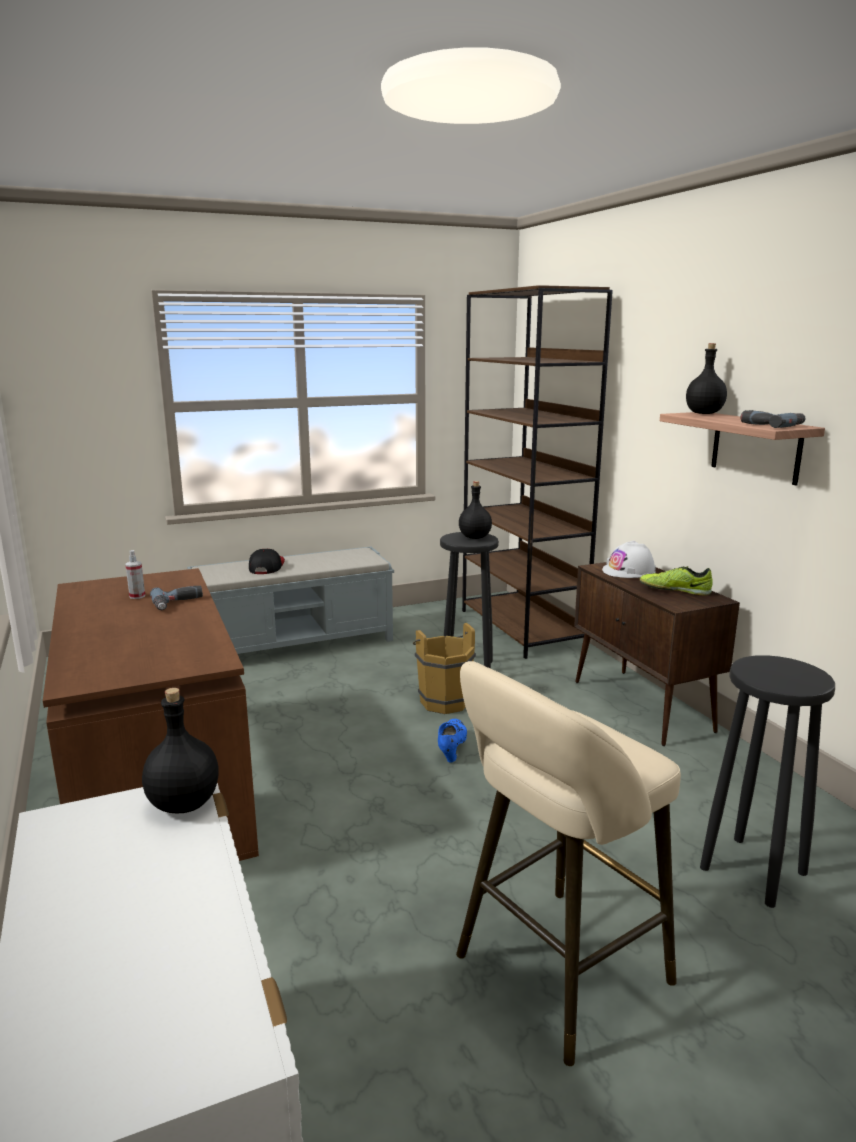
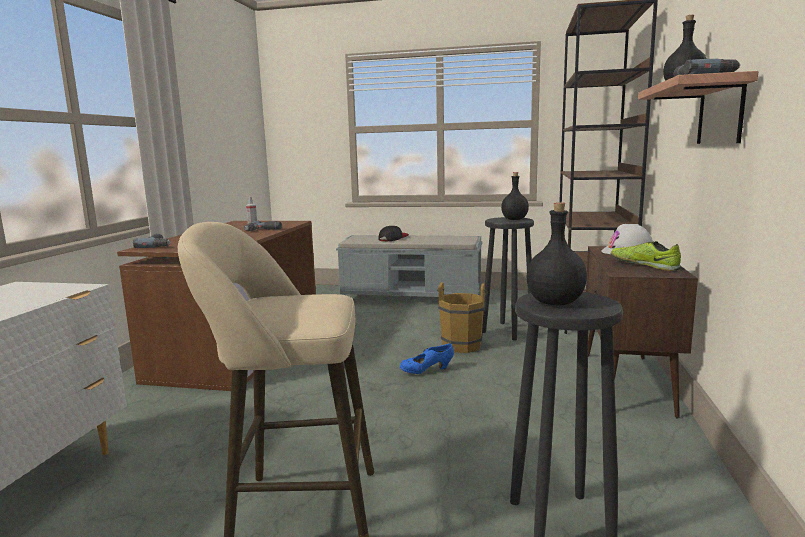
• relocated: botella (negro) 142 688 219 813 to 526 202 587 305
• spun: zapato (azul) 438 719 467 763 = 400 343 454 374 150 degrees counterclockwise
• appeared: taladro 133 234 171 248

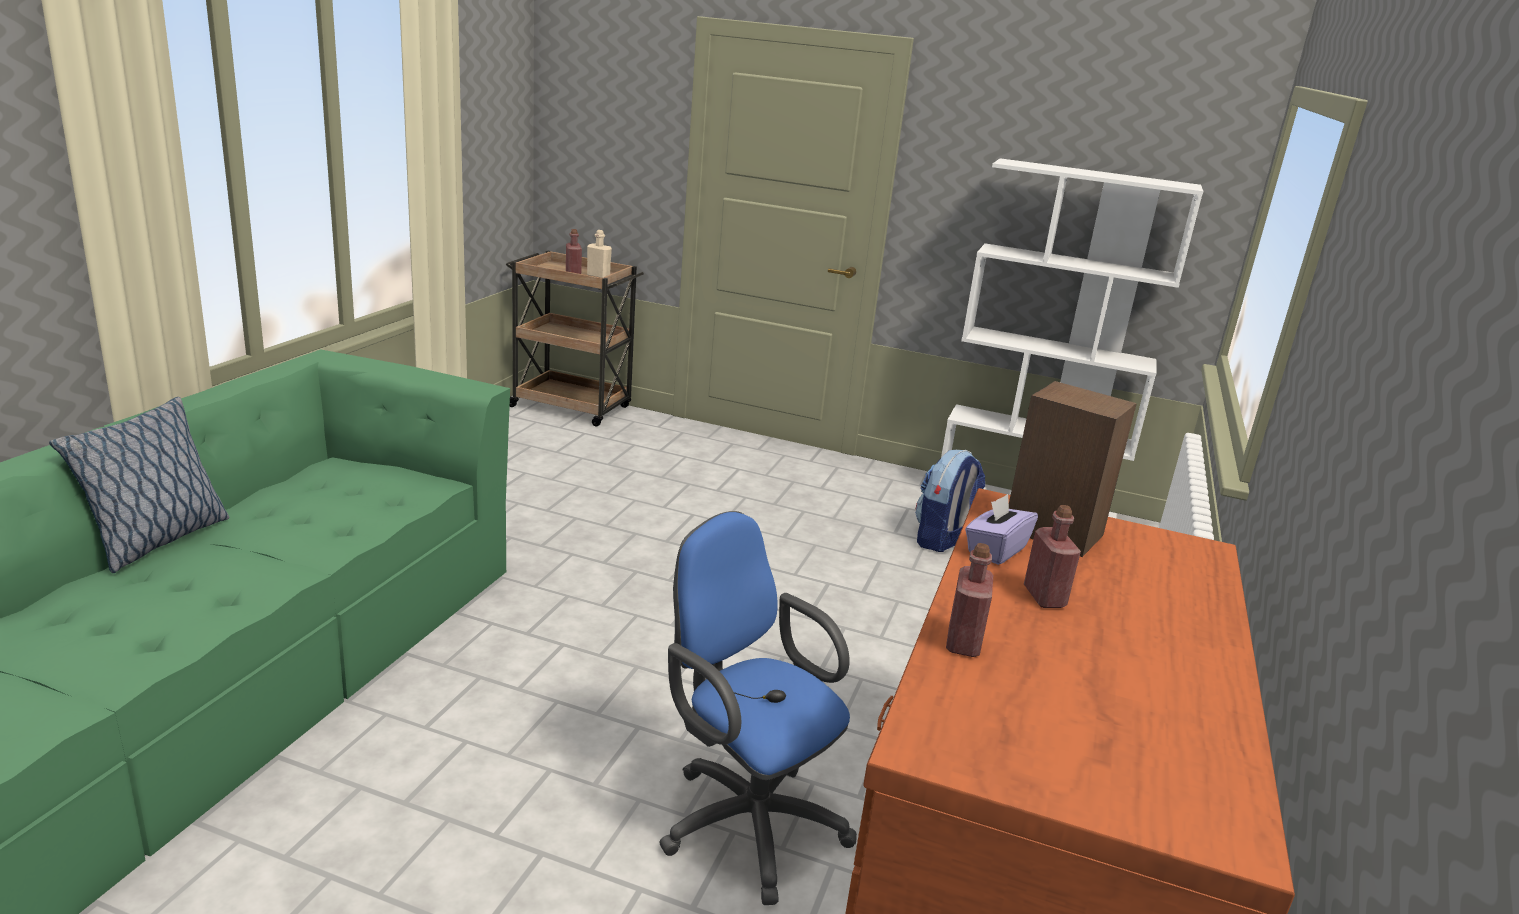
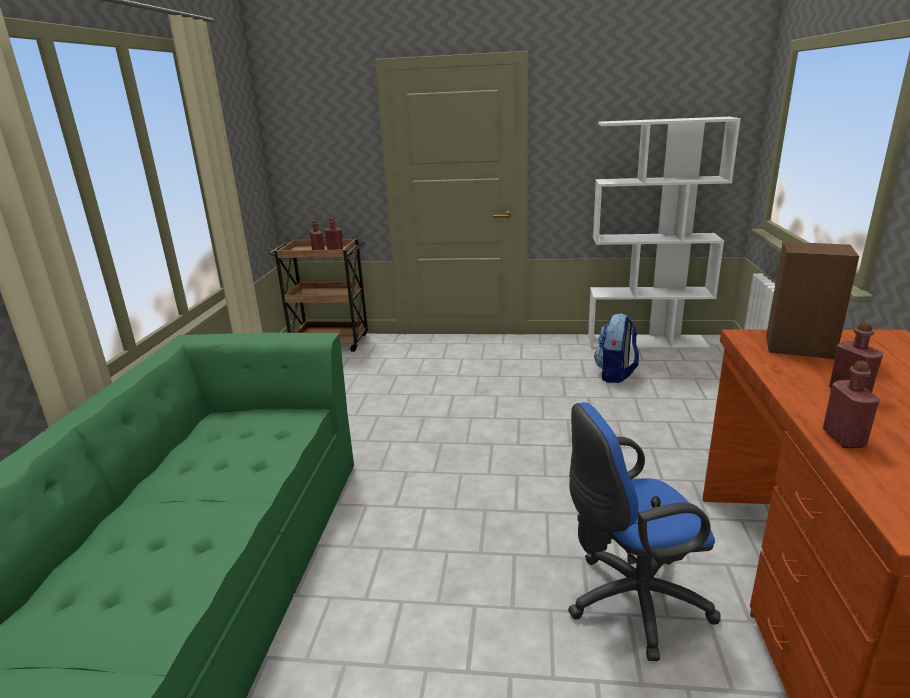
• missing: cojín 49 397 229 573
• colour: botella (beis) 587 230 612 278 to botella (rojo) 324 218 343 250
• spun: silla de oficina (azul) 659 511 857 905 = 568 402 721 661 45 degrees counterclockwise
• missing: caja de pañuelos (morado) 965 494 1038 565

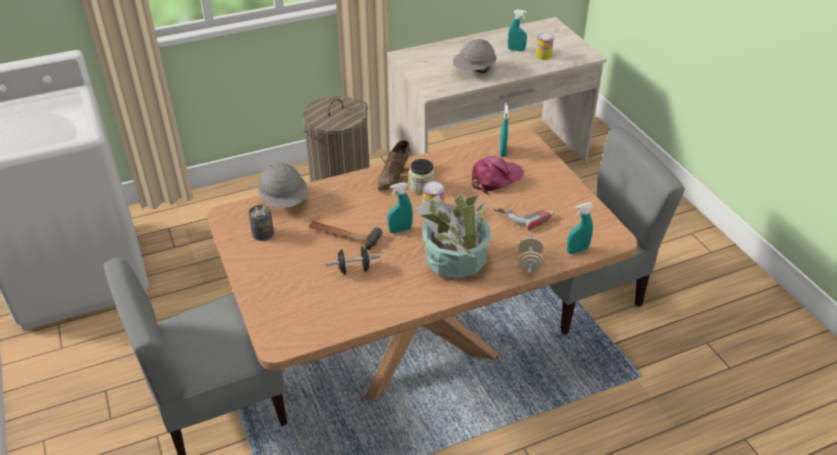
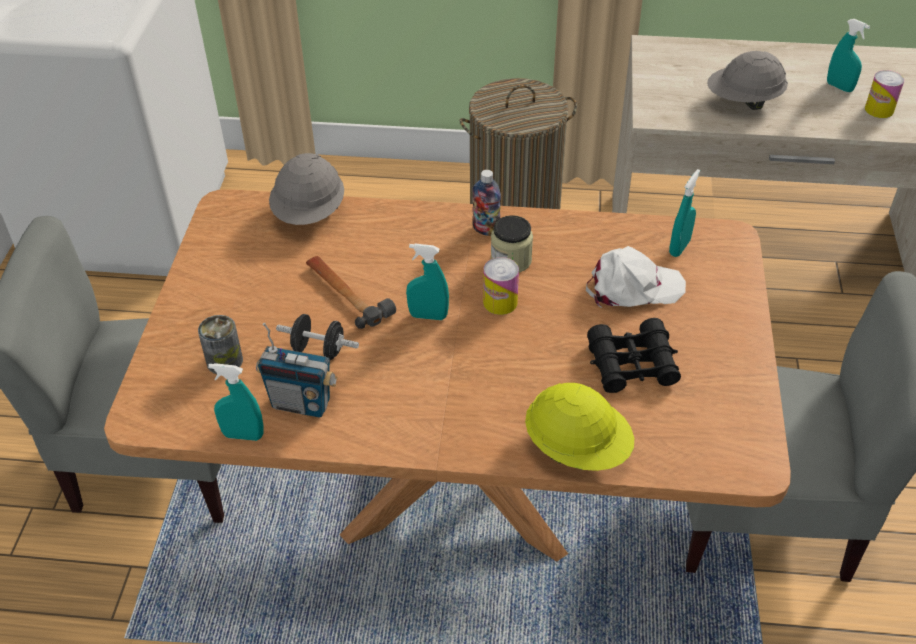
• relocated: lata 248 204 274 241 to 198 315 243 374
• exchanged: zapato (marrón) 378 140 411 190 to botella 472 170 501 236
• missing: planta en maceta 416 193 491 279
• colour: gorra (rosa) 472 156 524 194 to gorra (blanco) 586 246 686 308
• exchanged: taladro 493 208 555 230 to prismáticos (negro) 587 318 681 393
• exchanged: mancuerna (beis) 518 235 544 274 to casco (amarillo) 525 383 634 471
• relocated: pulverizador (turquesa) 567 202 593 254 to 208 363 263 441
• appeared: radio 256 323 338 418

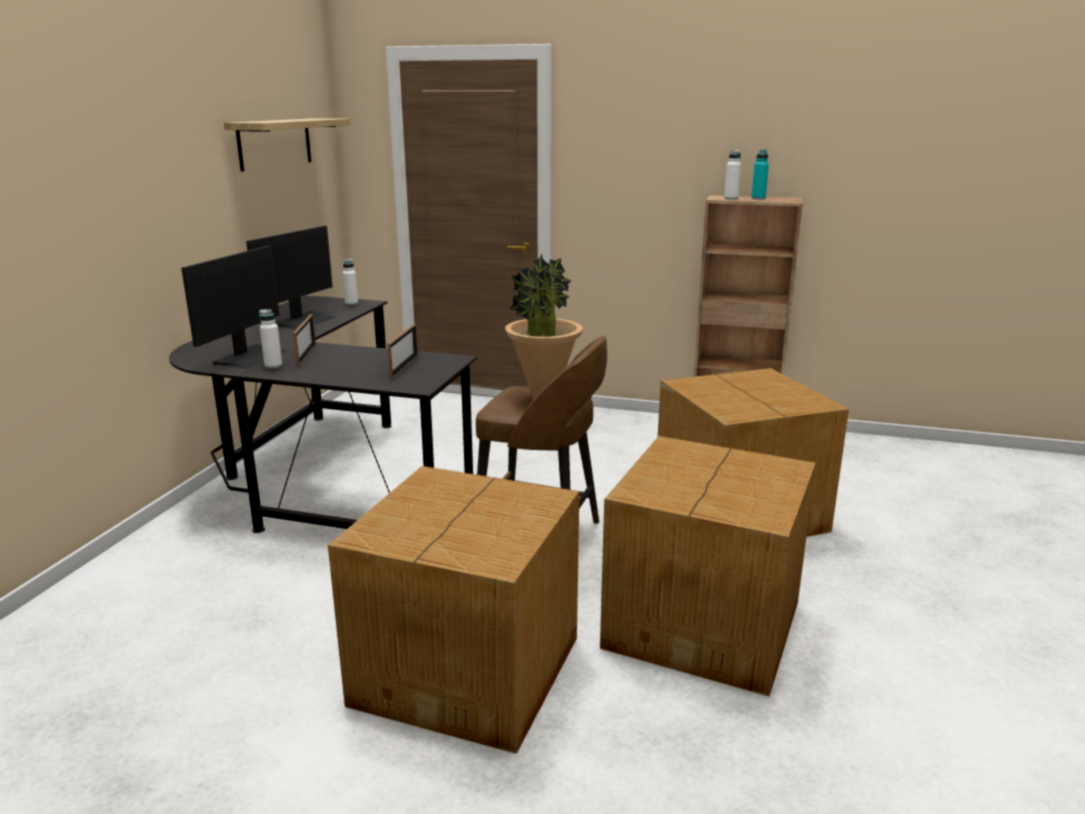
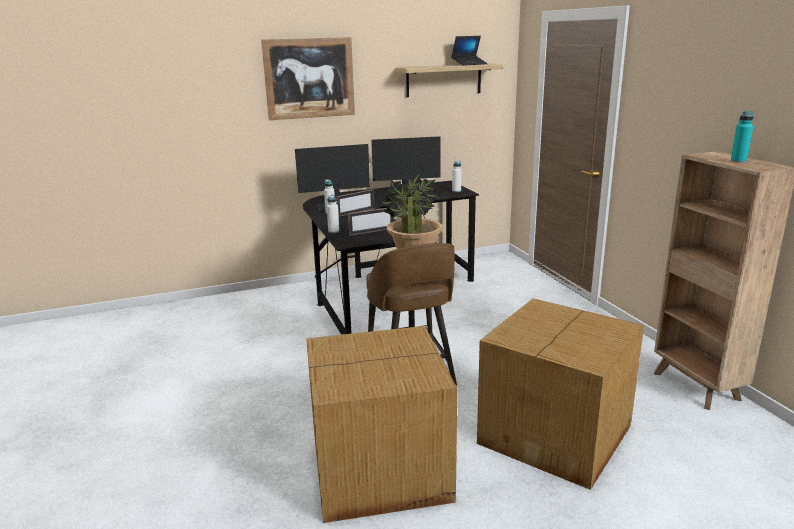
• missing: caja de cartón 328 466 579 754
• relocated: botella (blanco) 724 150 741 200 to 327 195 339 233
• appeared: cuadro 261 37 355 120
• appeared: portátil 451 36 488 66

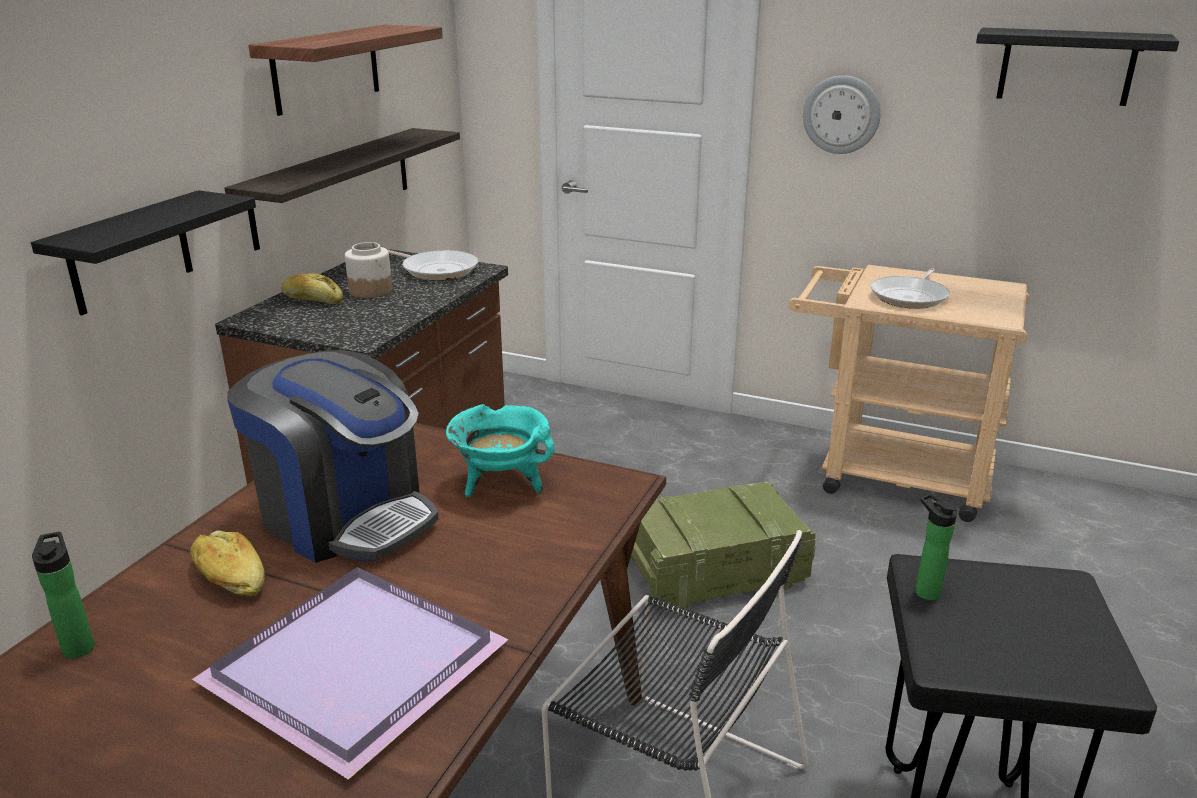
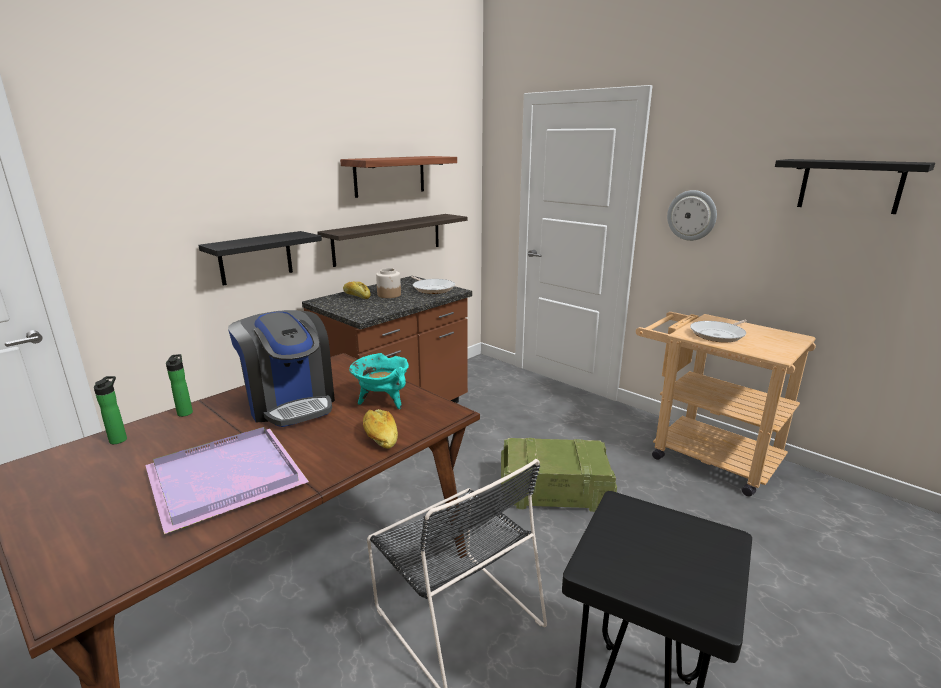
• relocated: pan 190 530 265 596 to 363 409 398 449
• relocated: botella 915 494 957 601 to 166 354 193 417

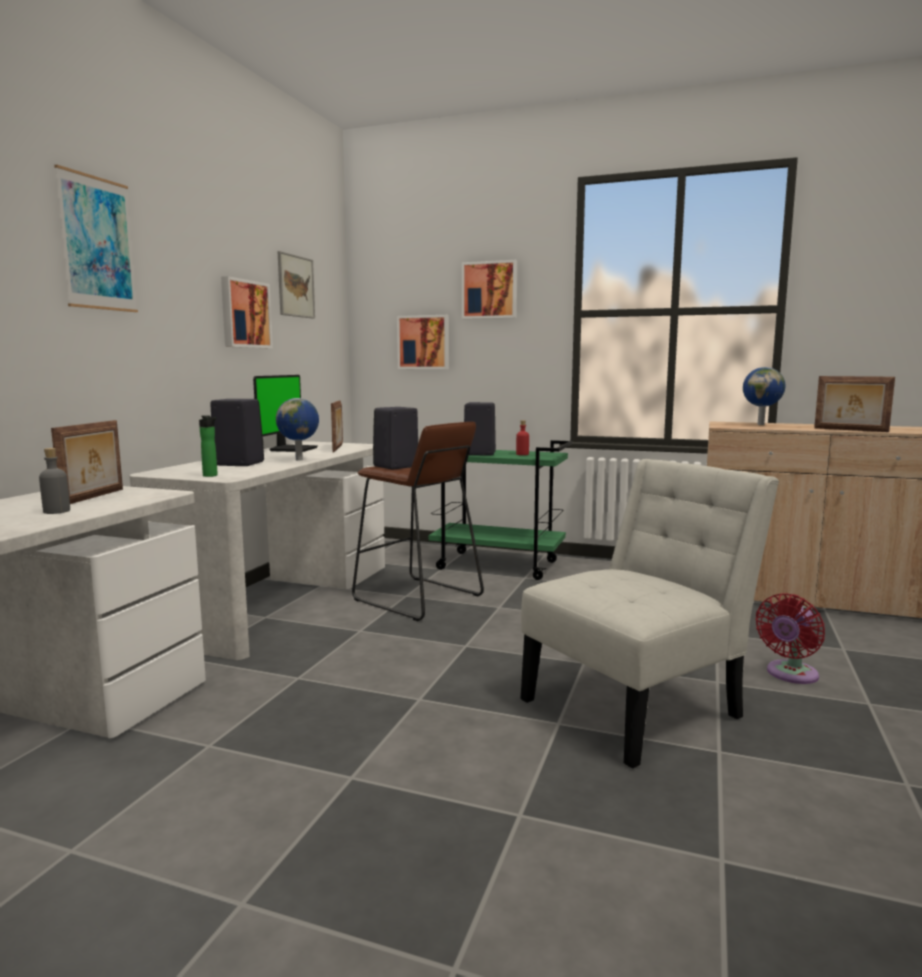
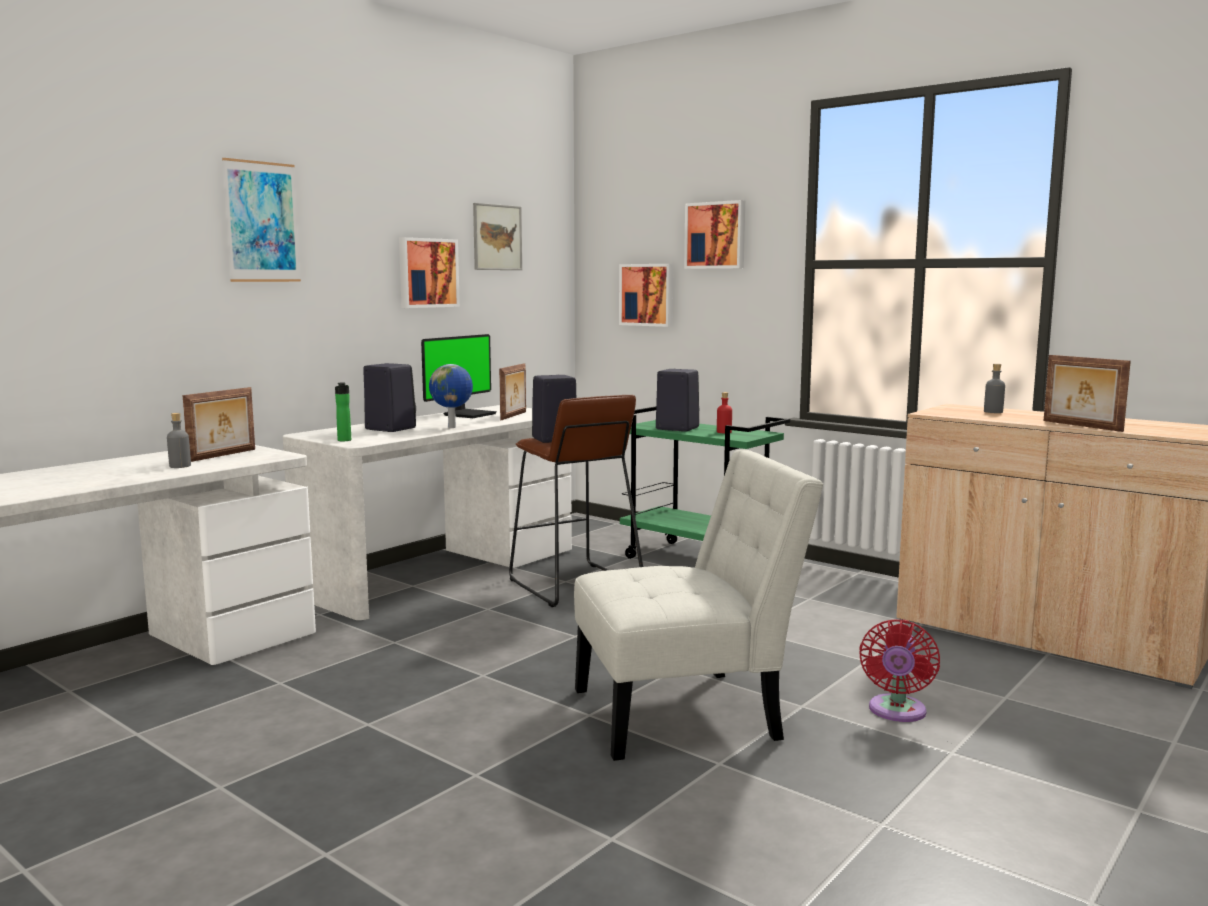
• exchanged: globo terráqueo 743 367 785 425 to botella (gris) 984 364 1005 413
• spun: ventilador (rojo) 755 594 825 684 = 859 620 940 722 45 degrees counterclockwise

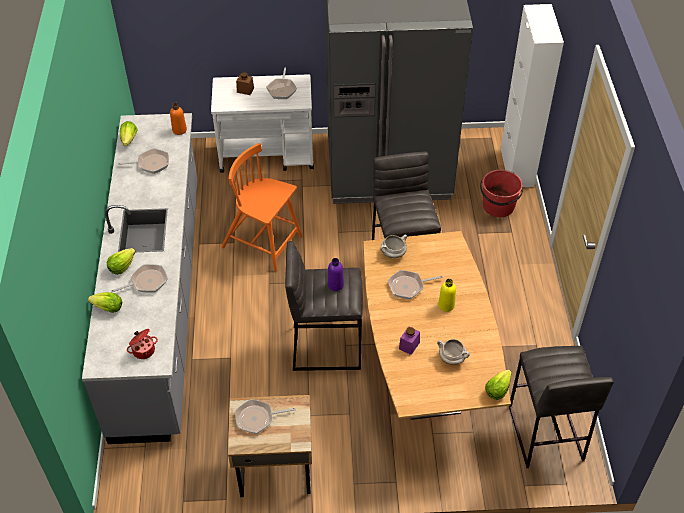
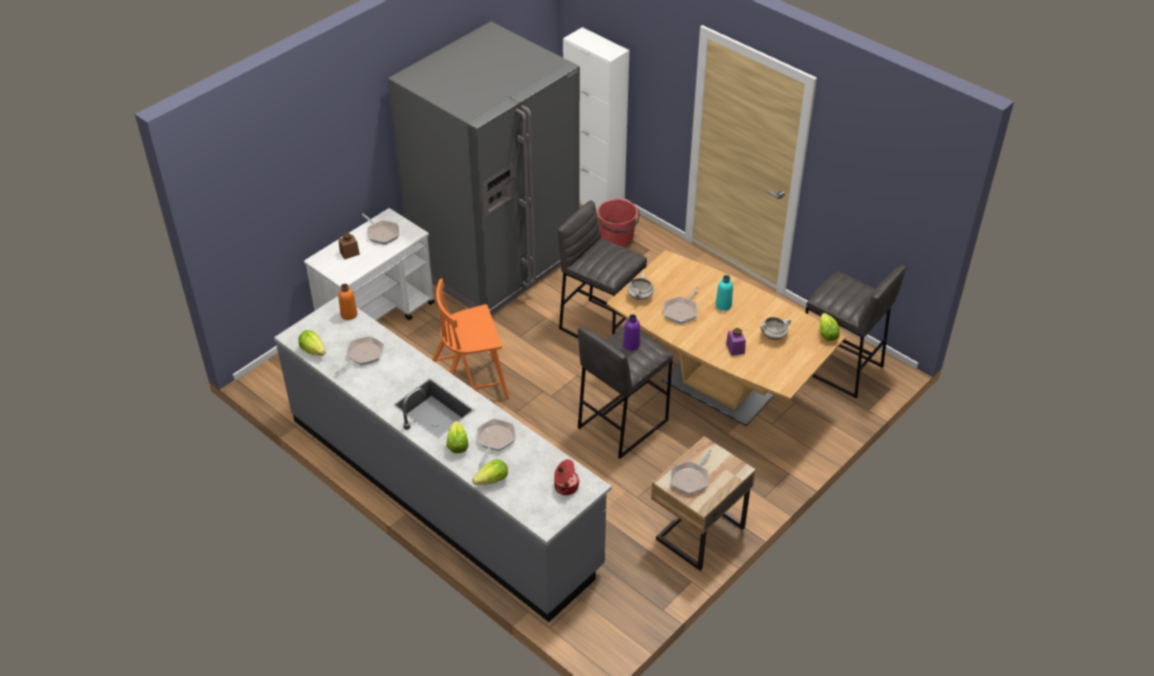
• colour: botella (amarillo) 438 279 456 312 to botella (turquesa) 716 275 733 311

